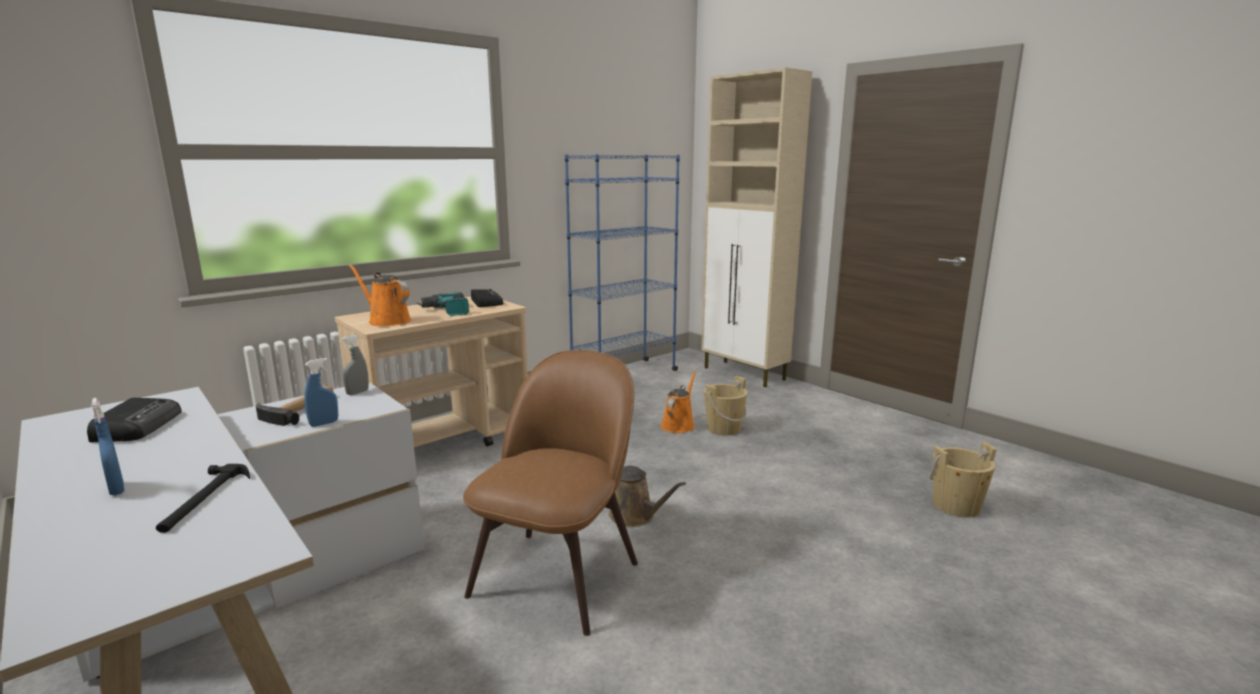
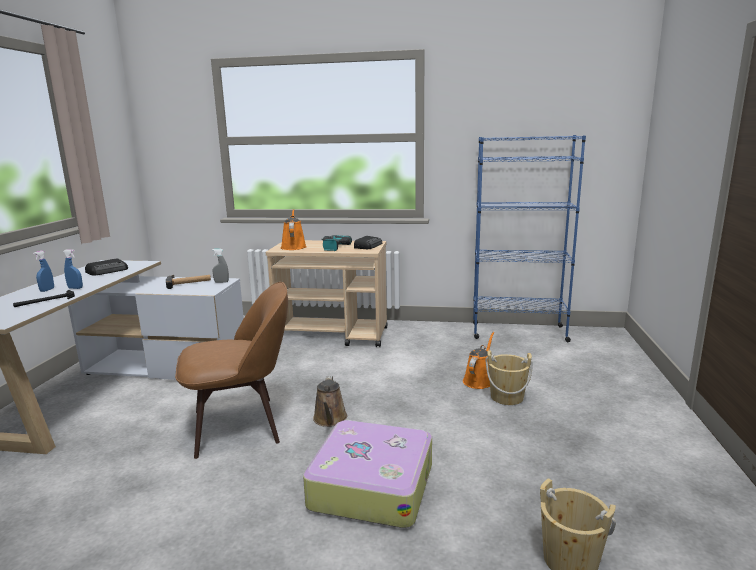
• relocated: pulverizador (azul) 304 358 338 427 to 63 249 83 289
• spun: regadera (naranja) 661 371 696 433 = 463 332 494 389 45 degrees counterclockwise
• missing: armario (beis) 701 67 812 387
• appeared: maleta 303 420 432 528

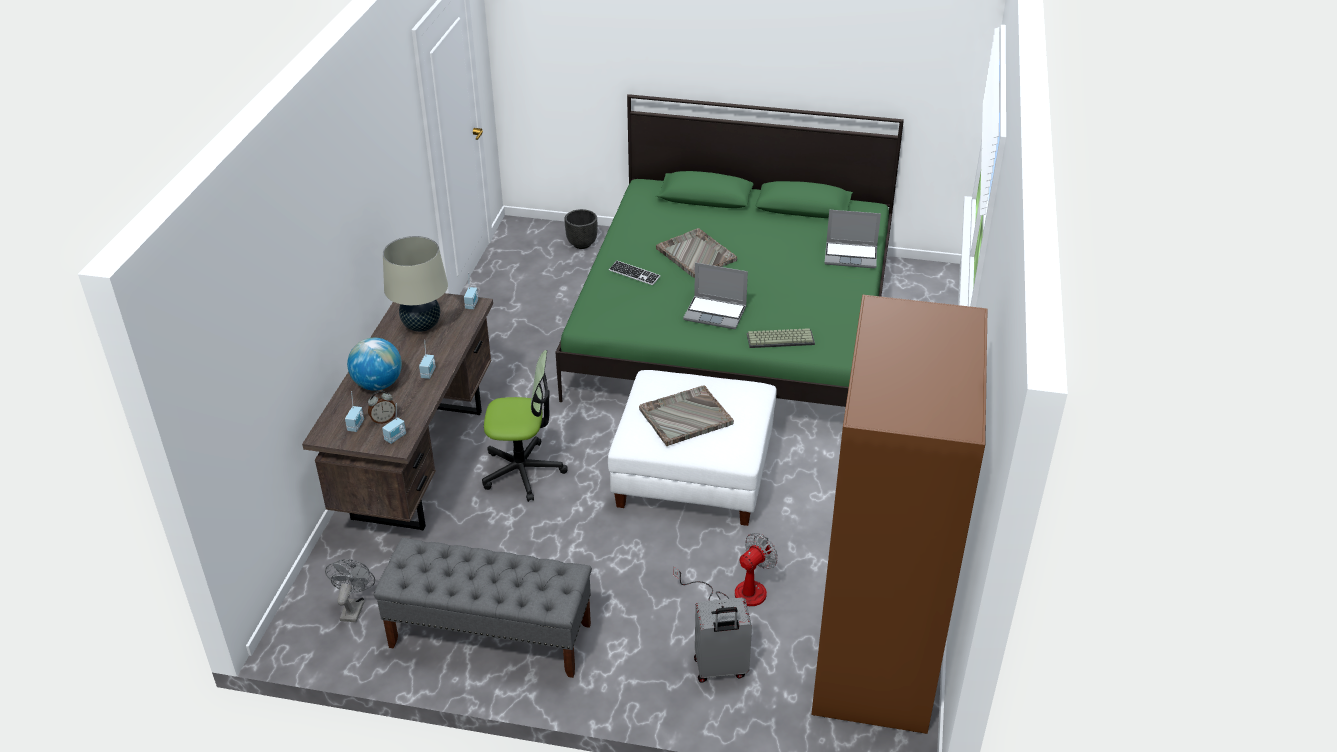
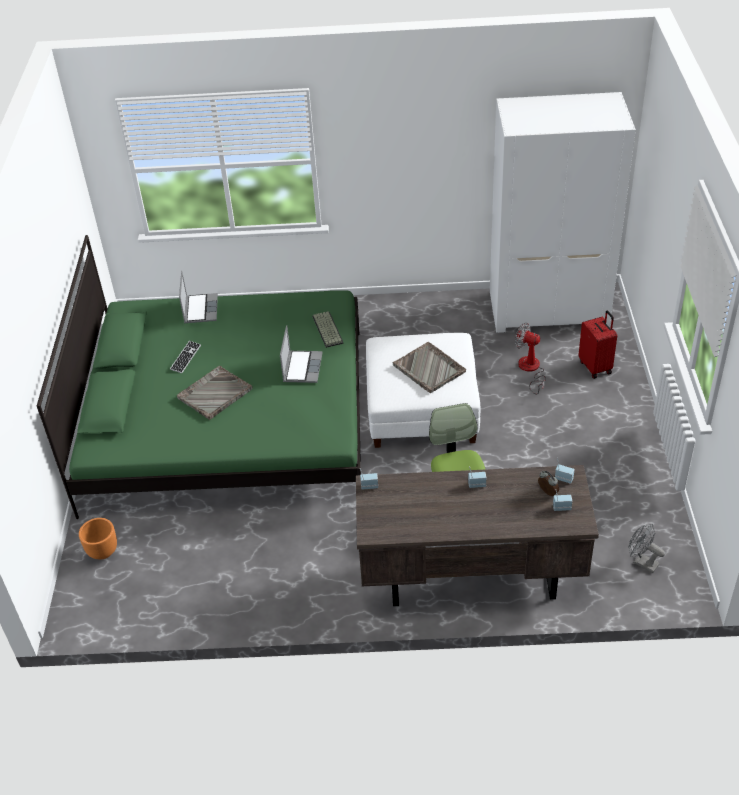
• spun: ventilador (gris) 325 559 375 622 = 628 524 665 573 45 degrees clockwise
• missing: globo terráqueo 347 338 402 391
• missing: banco (gris) 374 538 592 678
• missing: lámpara de mesa (beis) 383 236 448 332
• colour: maceta (negro) 564 209 597 249 to maceta (naranja) 79 518 117 559
• relocated: teclado 609 260 661 285 to 170 341 201 373
• colour: maleta (gris) 694 597 752 683 to maleta (rojo) 579 310 617 379
• colour: armario ropero (marrón) 811 295 987 734 to armario ropero (blanco) 490 92 636 333

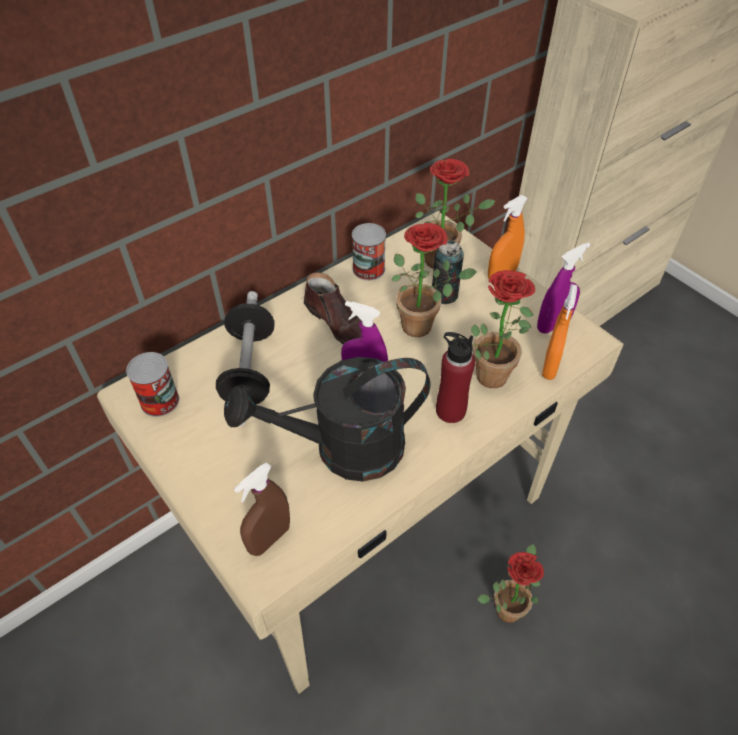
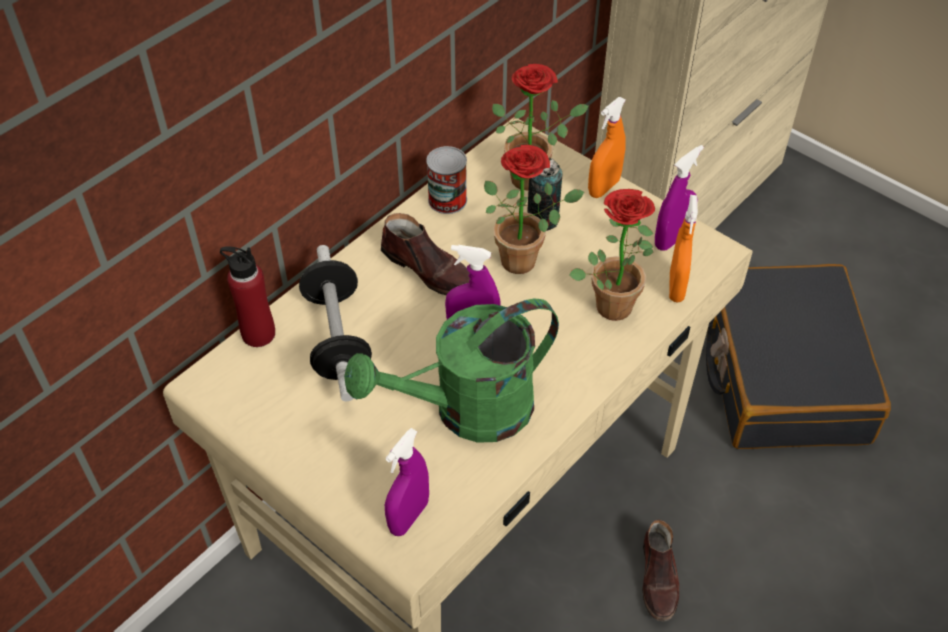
• missing: lata 126 352 179 417
• colour: regadera (negro) 224 357 430 482 to regadera (verde) 344 299 559 443
• colour: pulverizador (marrón) 234 462 290 556 to pulverizador (morado) 385 428 429 536
• relocated: botella (rojo) 436 332 475 423 to 220 246 275 347
• exchanged: planta en maceta 477 544 544 623 to zapato (marrón) 642 520 679 622
• appeared: maleta (negro) 706 264 891 449

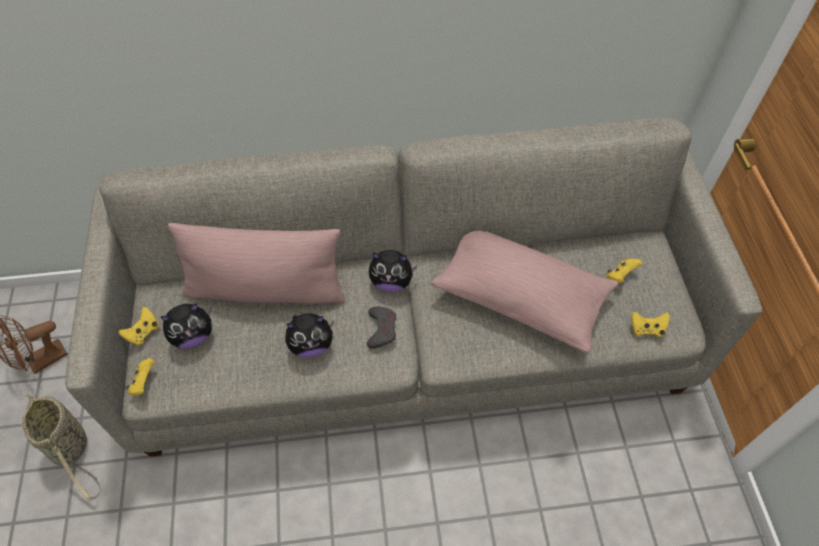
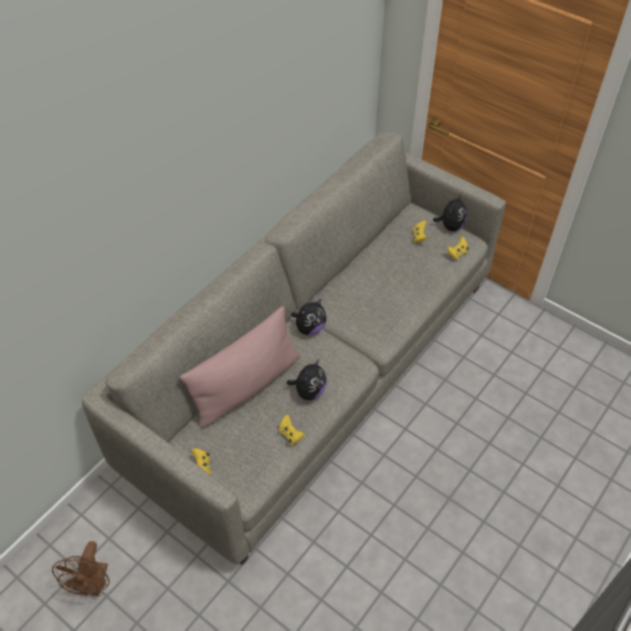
• missing: cesta 21 395 101 501
• relocated: mando de consola (amarillo) 126 358 155 396 to 278 415 305 445
• relocated: peluche 161 304 212 348 to 433 194 467 231
• missing: mando de consola (gris) 367 307 396 349
• missing: cojín (rosa) 431 231 618 354

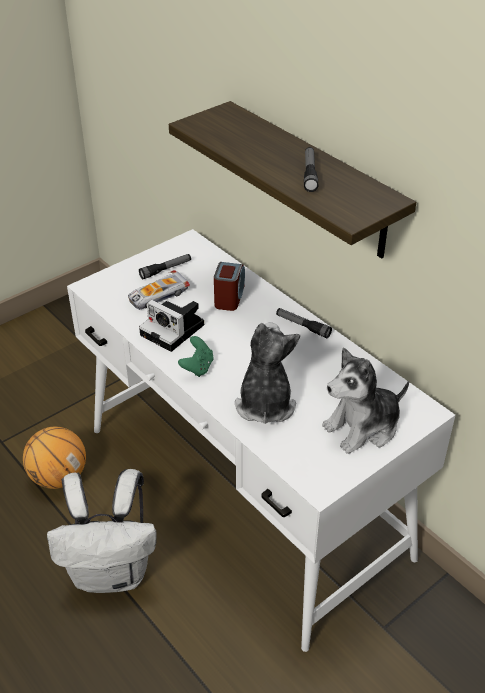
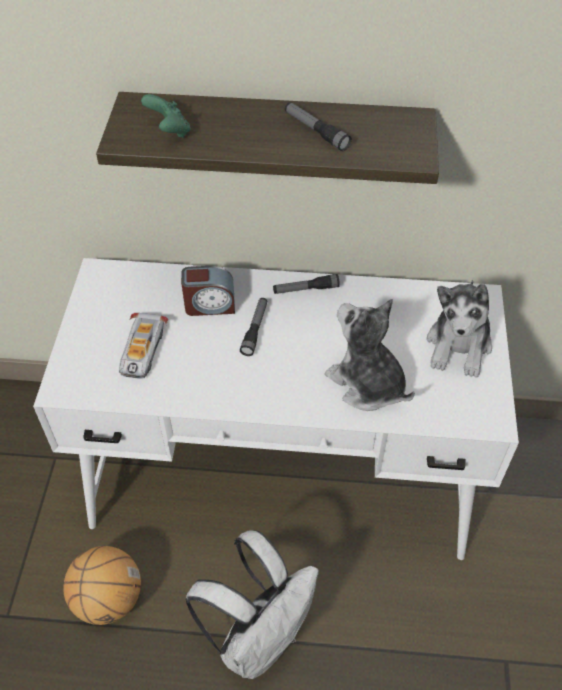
• relocated: linterna 139 254 191 279 to 240 298 267 356
• missing: cámara 139 300 204 352
• relocated: mando de consola (verde) 178 336 214 377 to 141 94 191 138
• spun: despertador 214 262 245 311 = 181 266 235 316 120 degrees clockwise

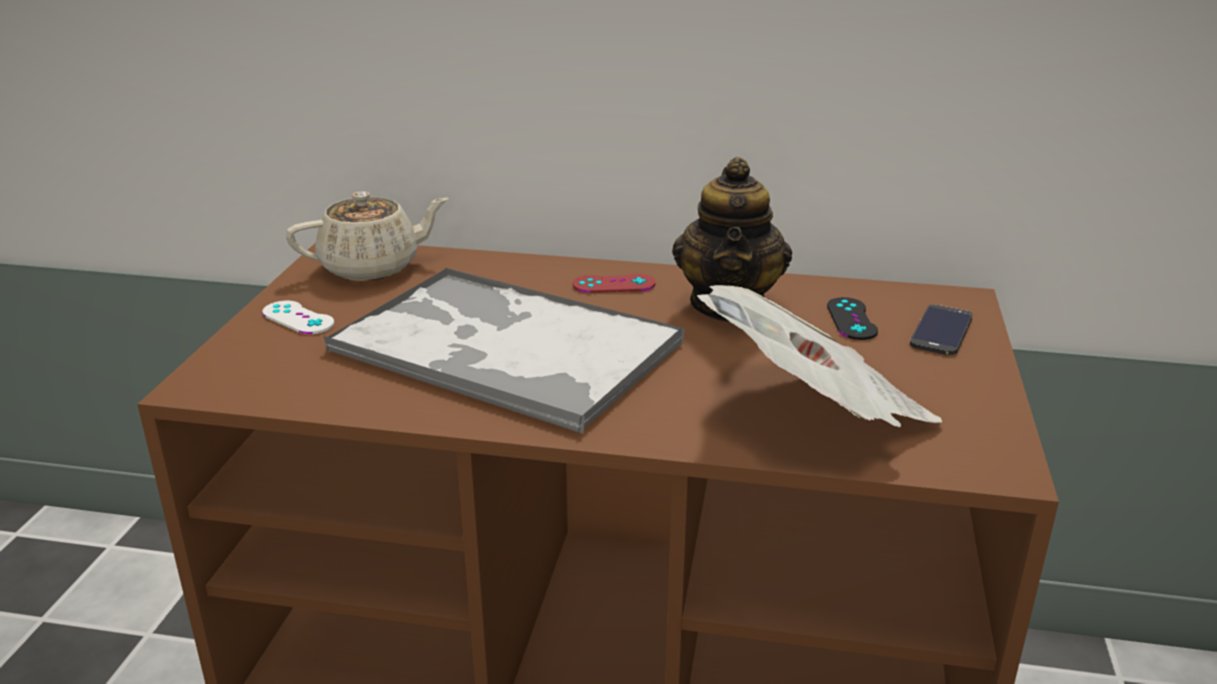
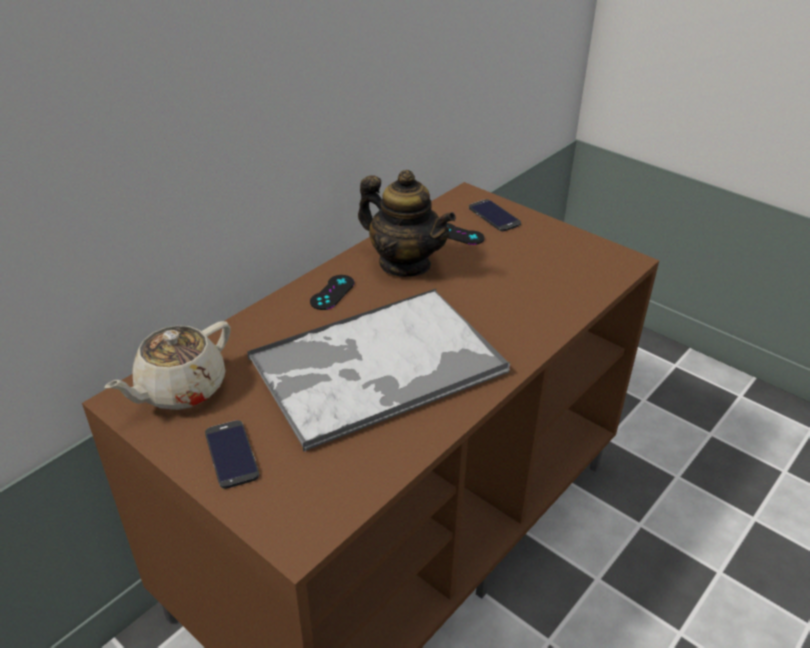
• exchanged: mando de consola (blanco) 262 301 334 334 to móvil 205 420 259 489
• spun: tetera (beis) 286 191 449 281 = 105 321 231 410 150 degrees counterclockwise
• colour: mando de consola (rojo) 573 274 656 293 to mando de consola (negro) 310 275 354 310
• missing: periódico 697 285 942 427

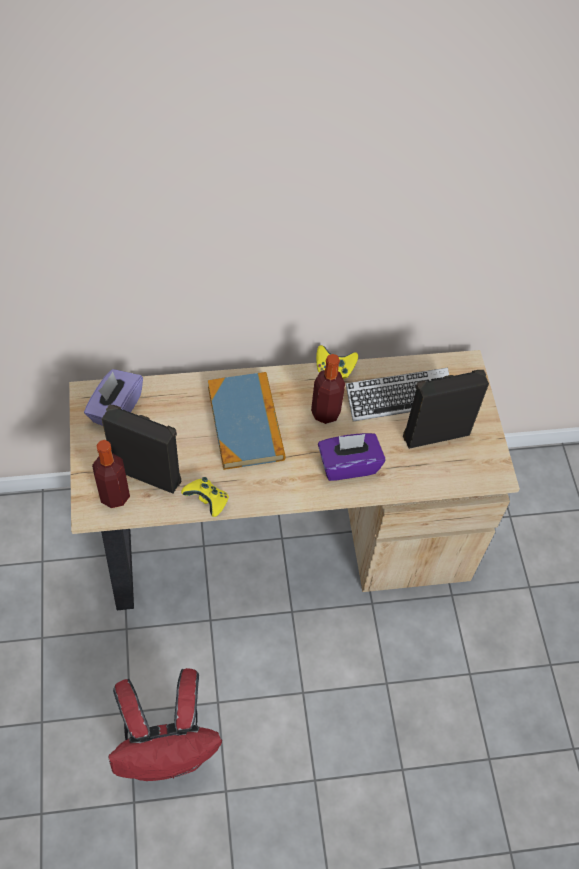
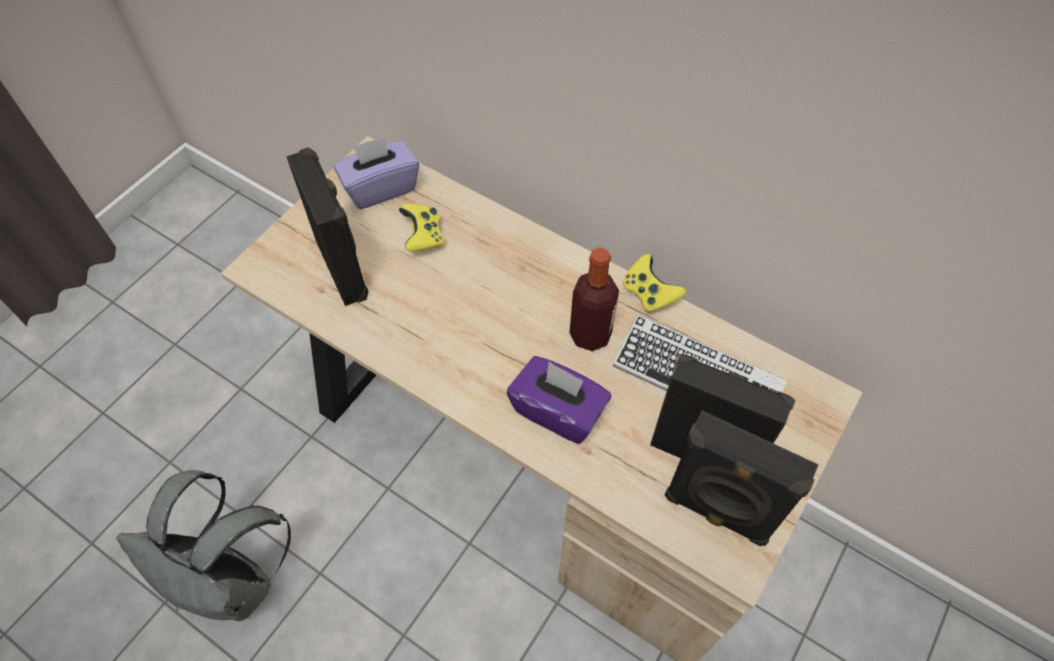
• missing: botella 92 440 130 508
• colour: mochila (rojo) 109 668 222 781 to mochila (gris) 116 470 291 621
• relocated: mando de consola (amarillo) 181 477 229 517 to 399 204 444 252
• missing: libro 208 372 286 470
• appeared: altavoz (negro) 665 411 819 546

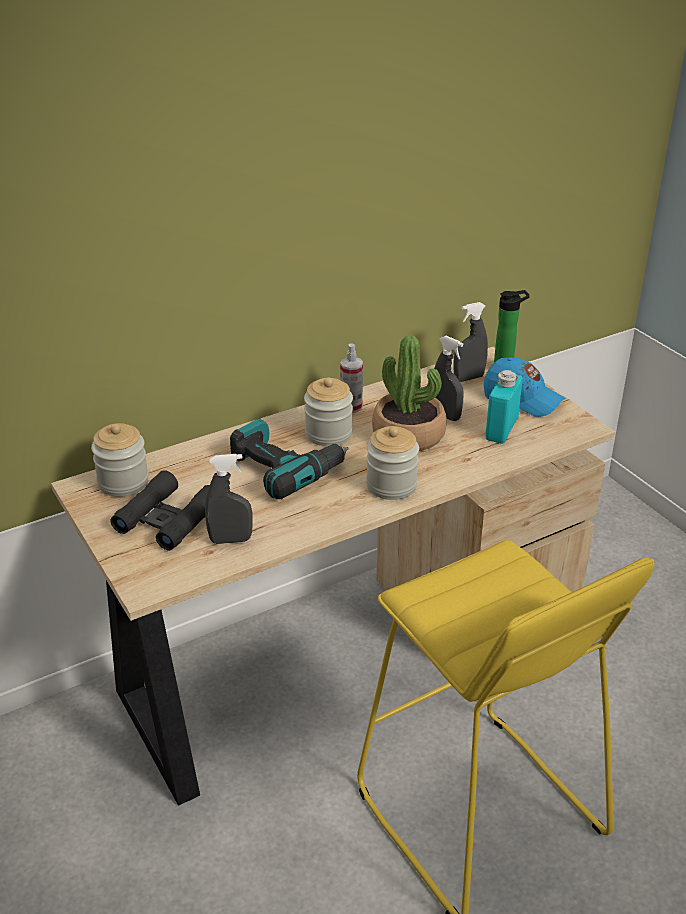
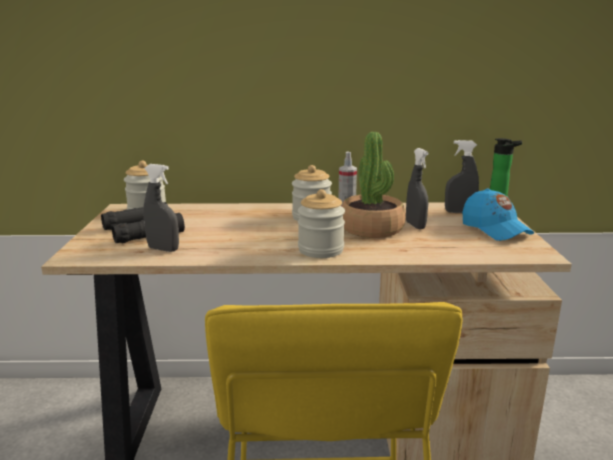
• missing: taladro 230 419 349 499
• missing: botella (turquesa) 485 370 523 444

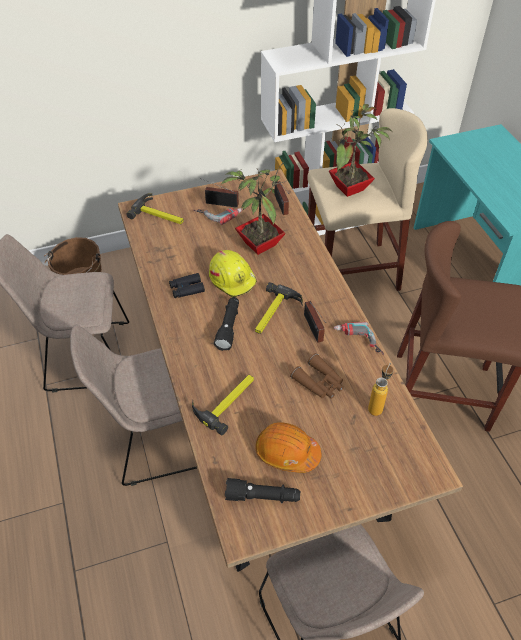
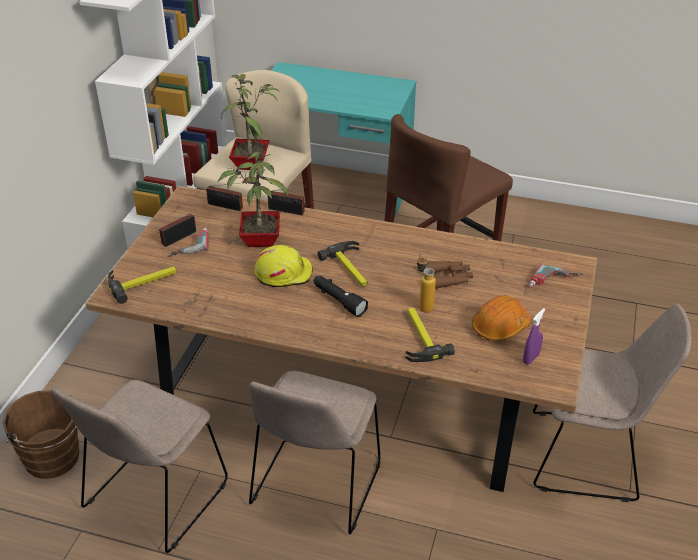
• missing: prismáticos (negro) 169 273 205 298
• exchanged: linterna (negro) 225 478 300 503 to pulverizador (morado) 523 308 545 365
• relocated: radio 304 301 326 343 to 268 186 307 215
• relocated: taladro 334 322 384 356 to 529 264 583 287
• relocated: botella 368 363 394 416 to 417 254 436 312

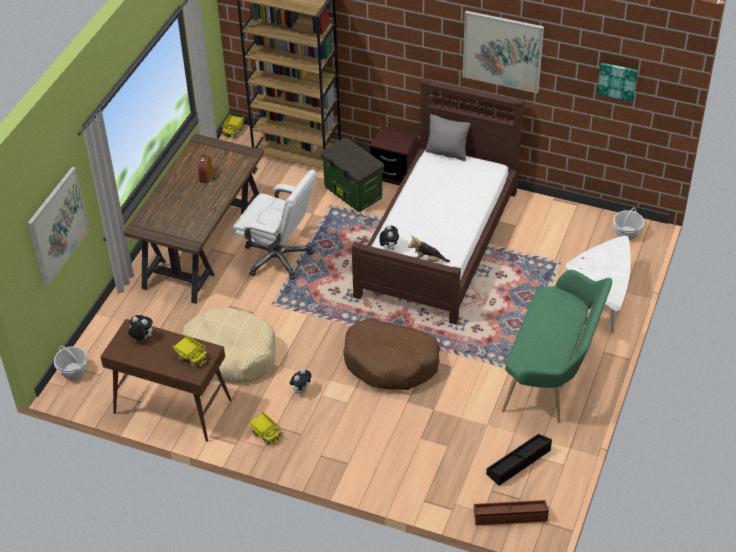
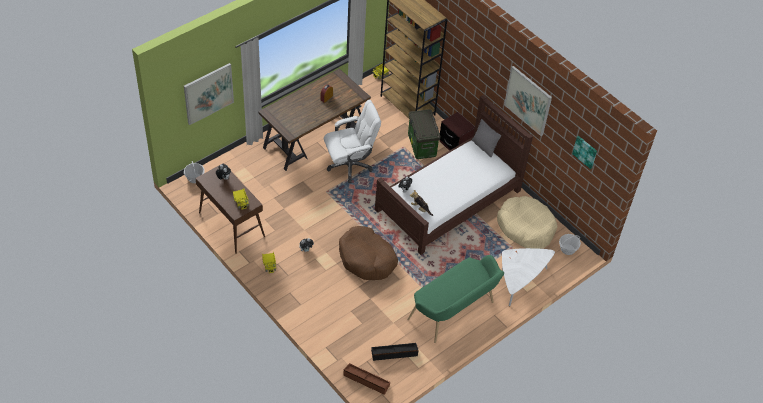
• relocated: cama para perro (beis) 181 307 276 383 to 497 196 557 249
• spun: silla de oficina (blanco) 231 170 316 280 = 324 100 381 183 75 degrees counterclockwise

